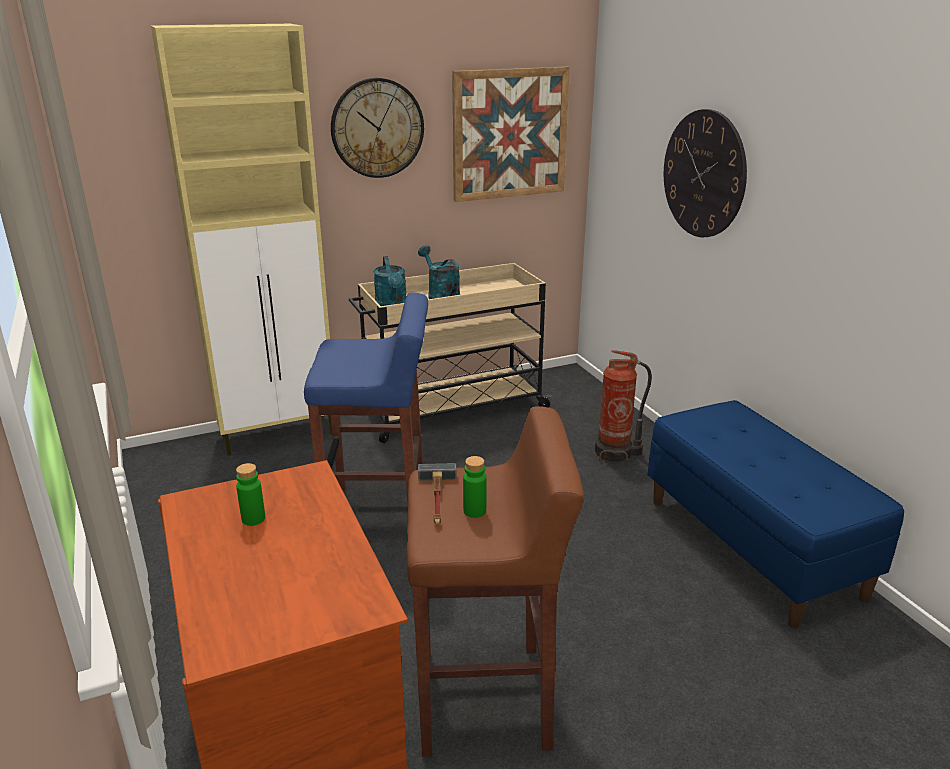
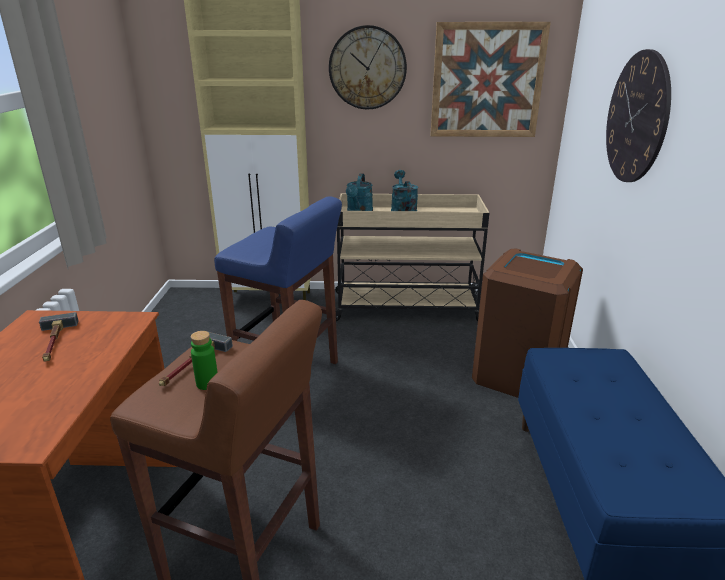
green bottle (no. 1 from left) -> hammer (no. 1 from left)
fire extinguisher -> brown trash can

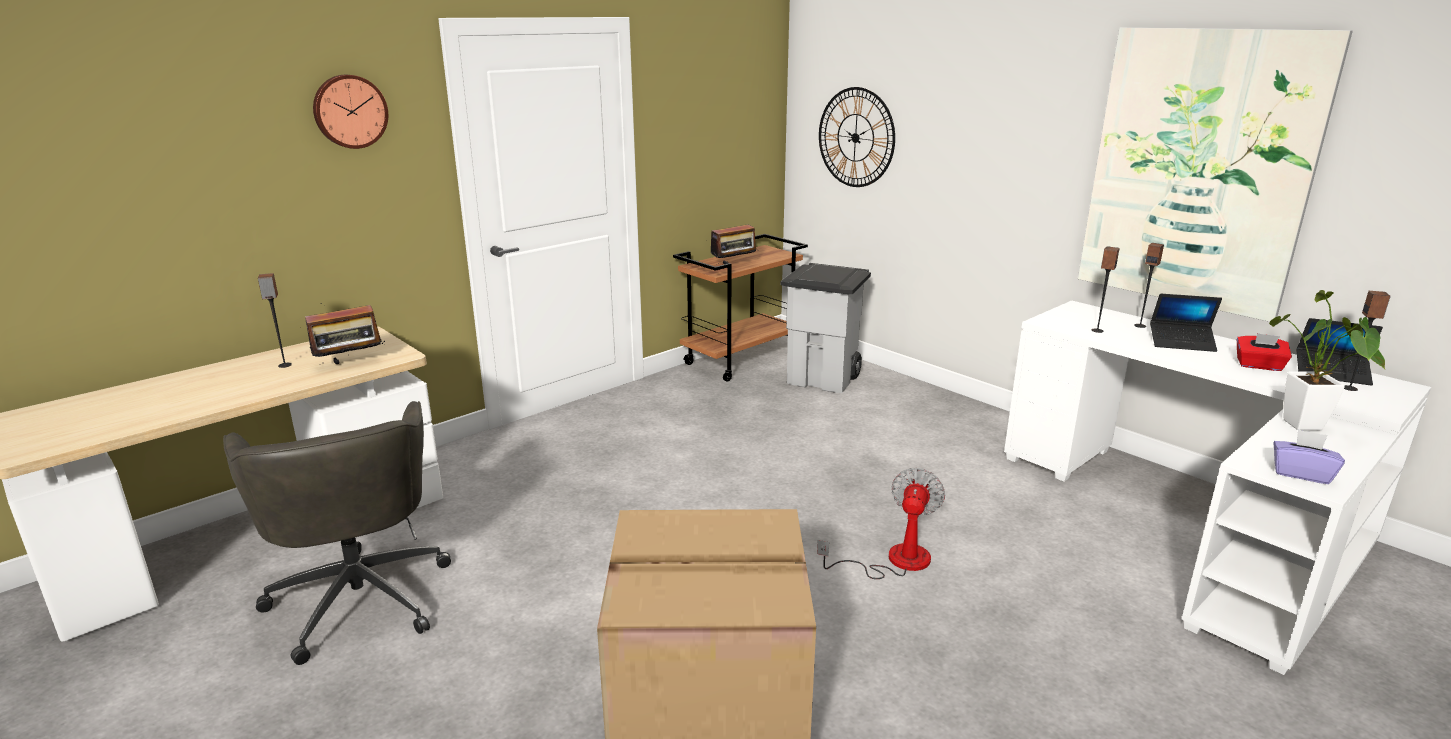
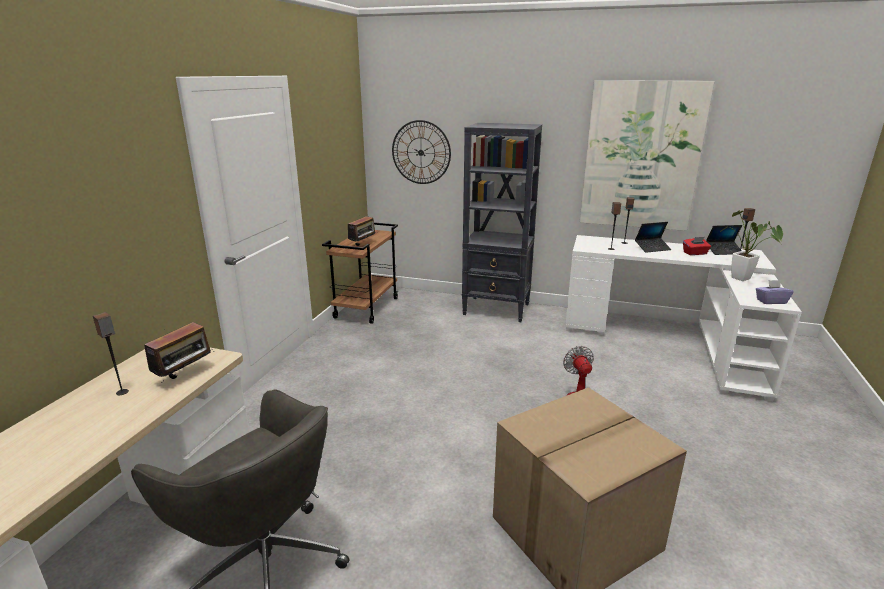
none -> black bookcase
wall clock (no. 1 from left) -> none
grey trash can -> none

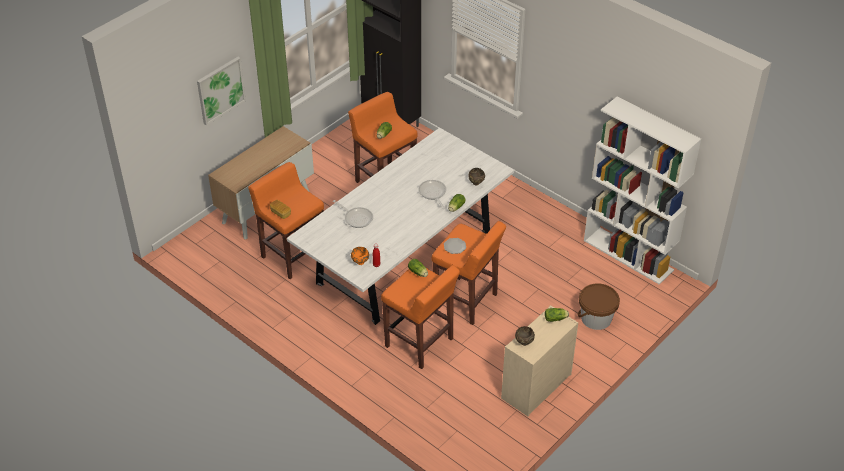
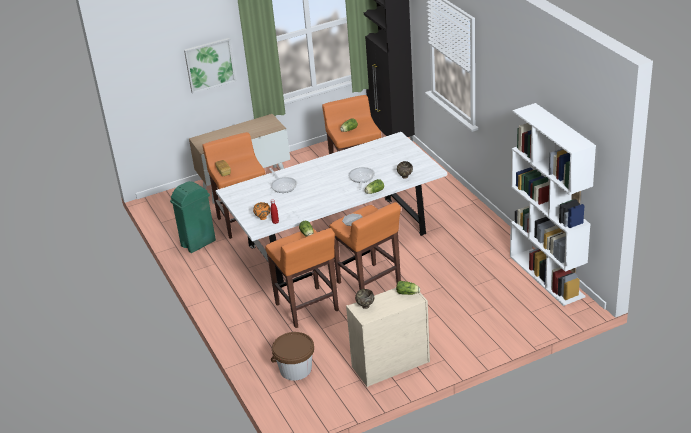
none -> green trash can
brown bucket, relocated

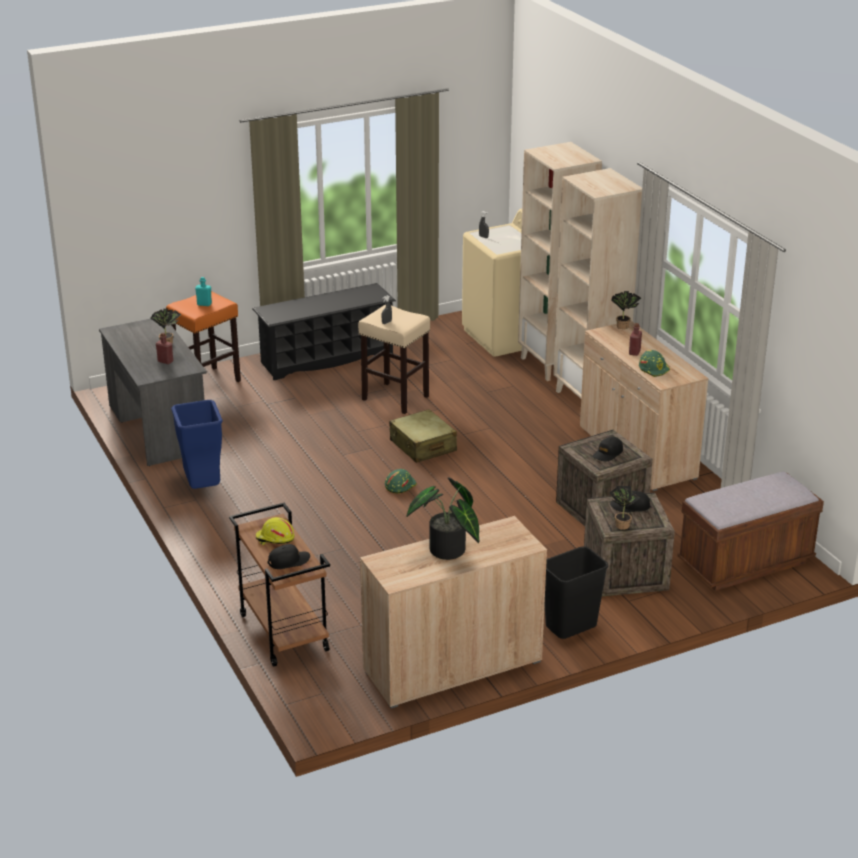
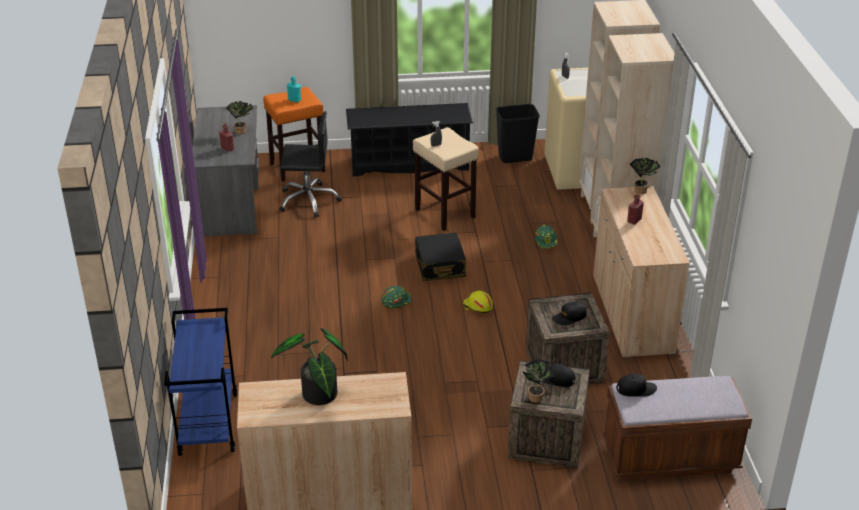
brown cart -> blue cart
none -> black office chair
beige suitcase -> black suitcase
yellow hard hat, relocated
black trash can, relocated
green hard hat (no. 2 from left), relocated
black cap (no. 1 from left in the first image) -> black cap (no. 3 from left), relocated
blue trash can -> none

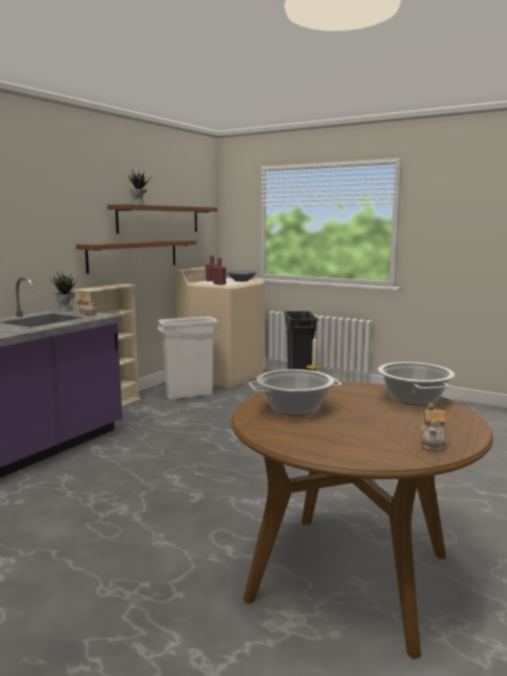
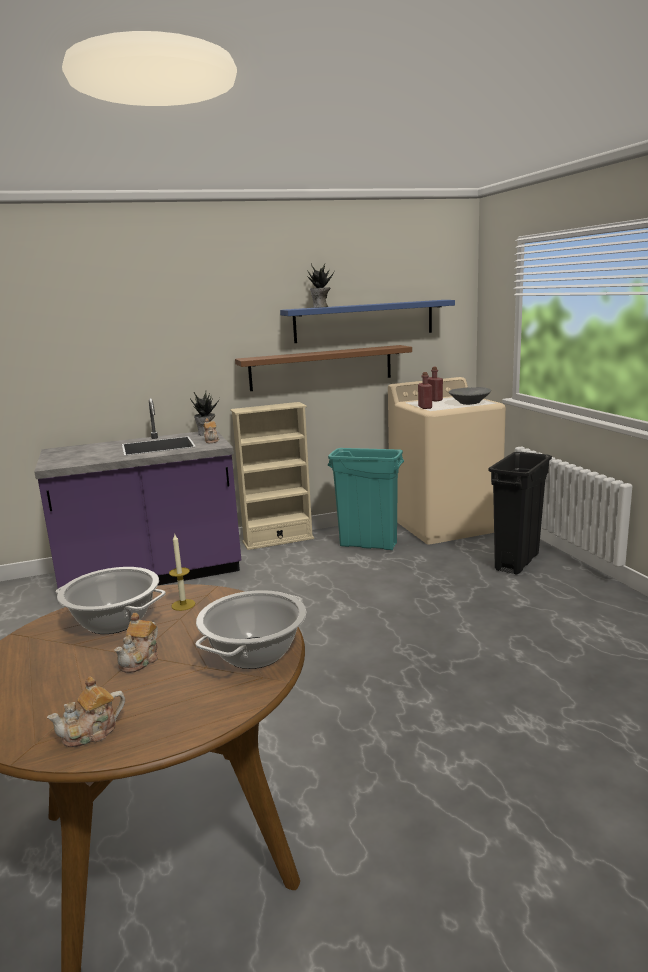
none -> teapot (no. 2 from left)
brown shelf (no. 2 from left) -> blue shelf
white trash can -> turquoise trash can

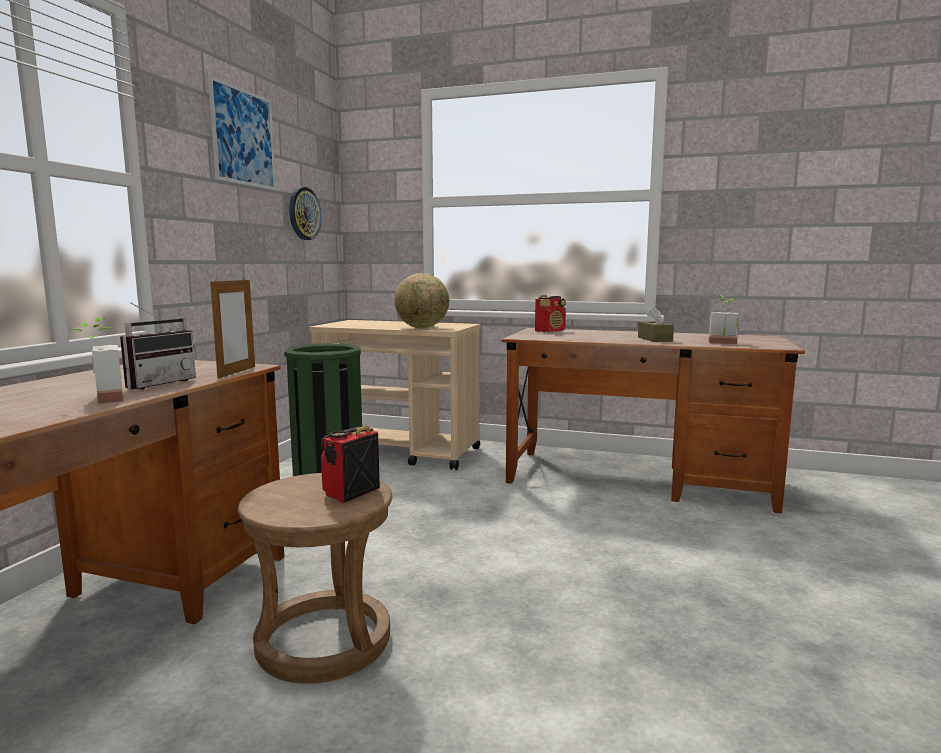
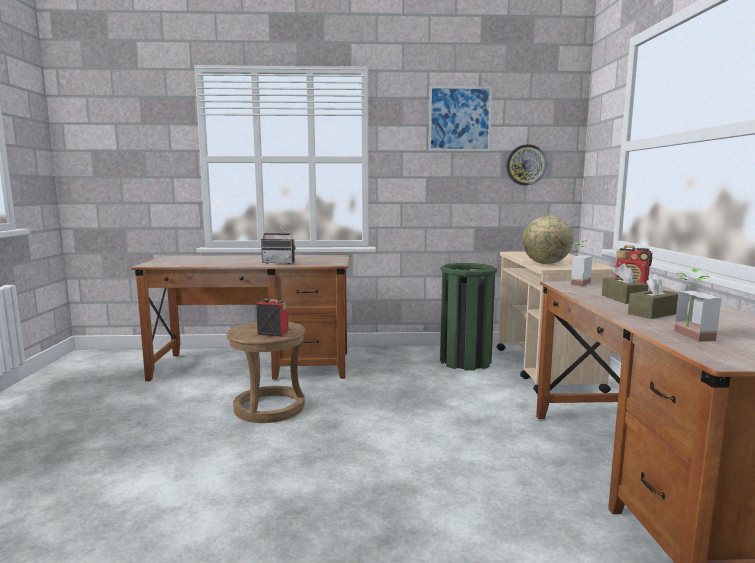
potted plant (no. 1 from left), relocated
none -> brown tissue box (no. 1 from left)
picture frame -> none

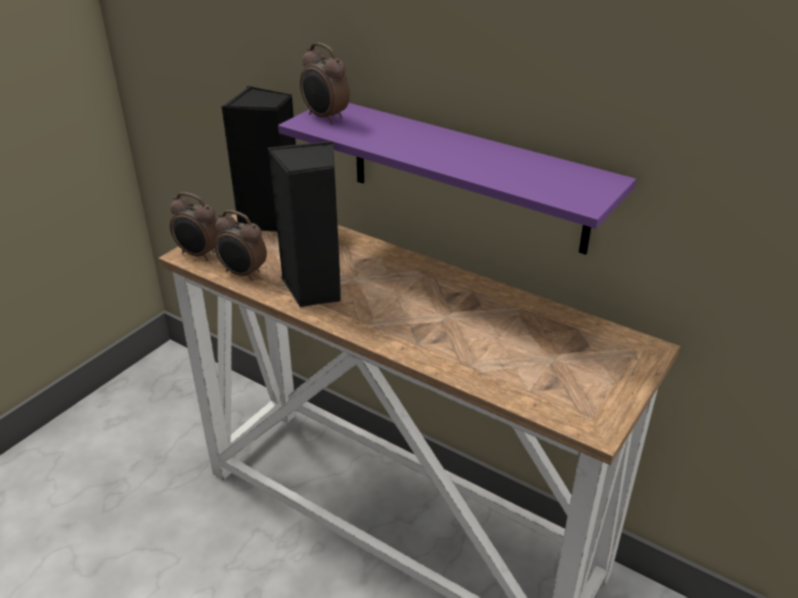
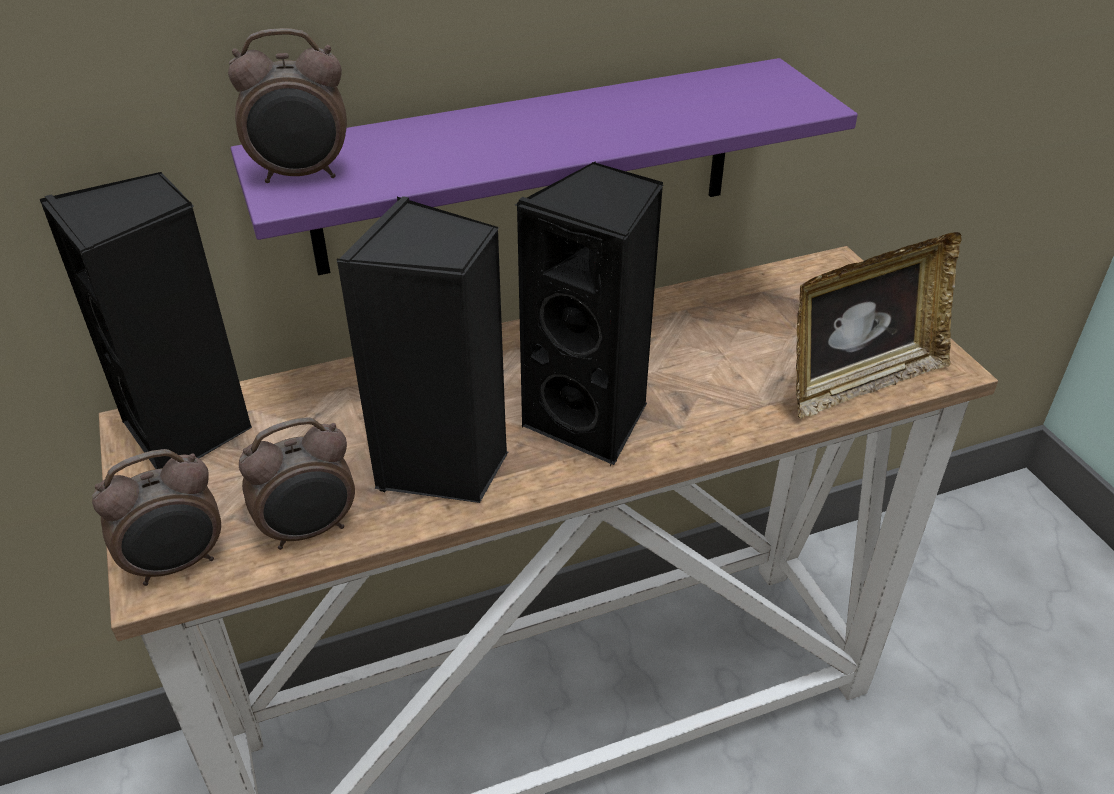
none -> black speaker (no. 3 from left)
none -> picture frame

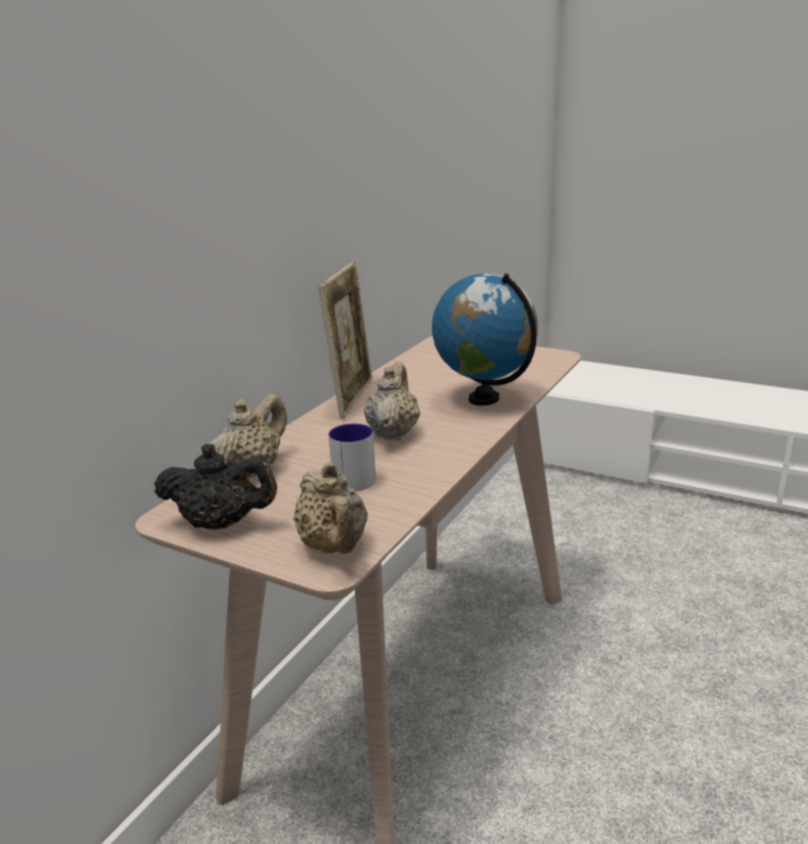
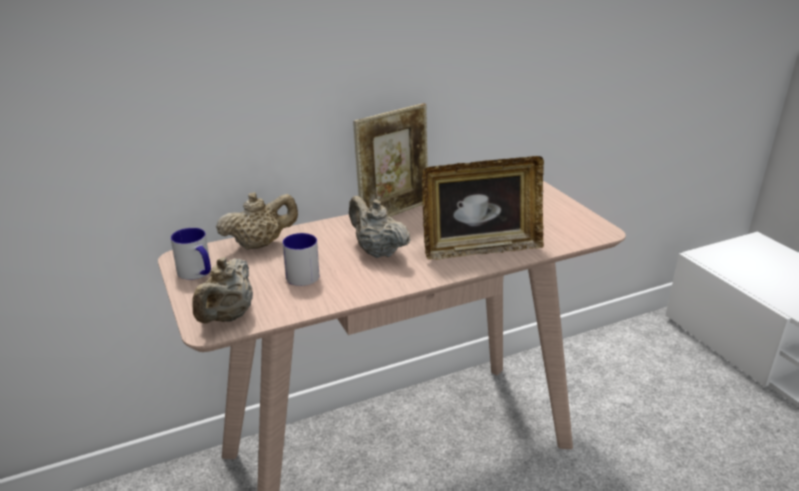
black teapot -> mug (no. 1 from left)
beige teapot (no. 3 from left), 90 degrees counterclockwise
globe -> picture frame (no. 2 from left)

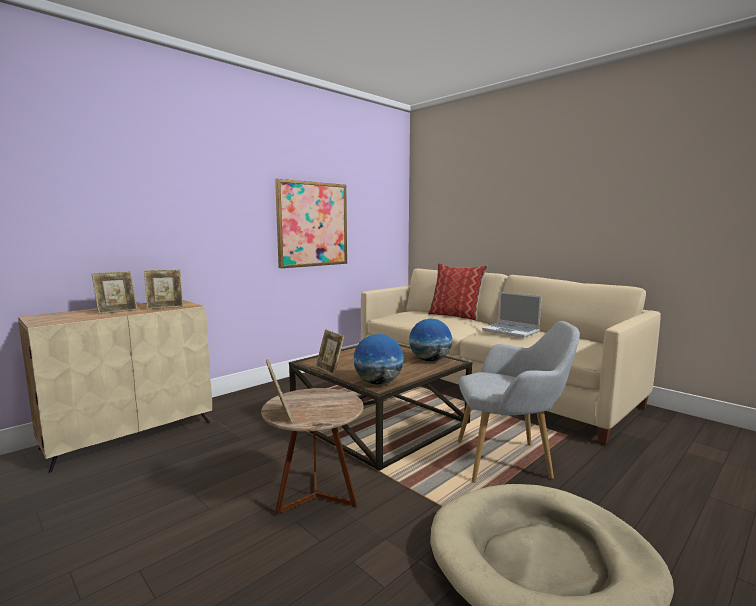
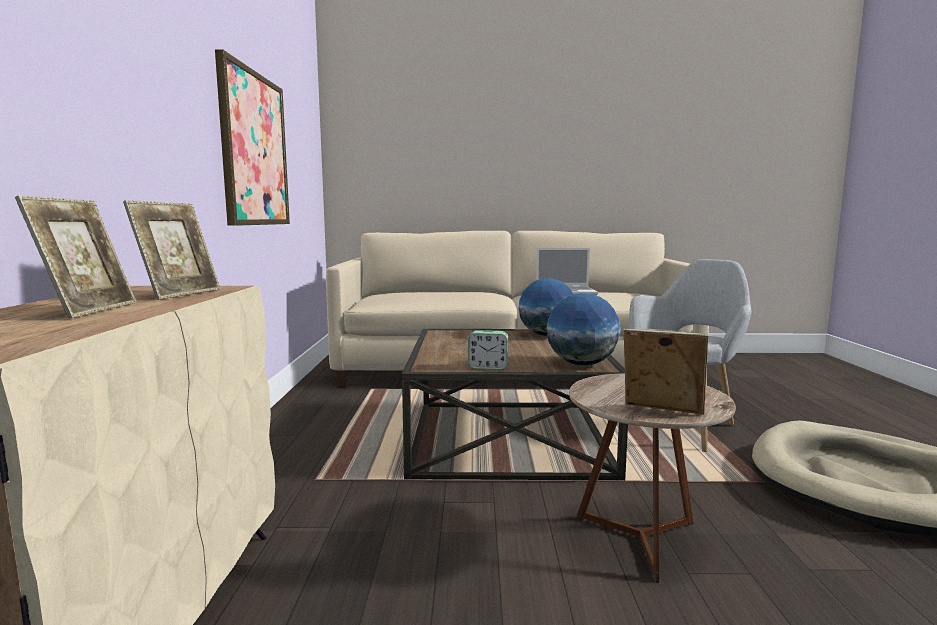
picture frame (no. 4 from left) -> alarm clock
pillow -> none

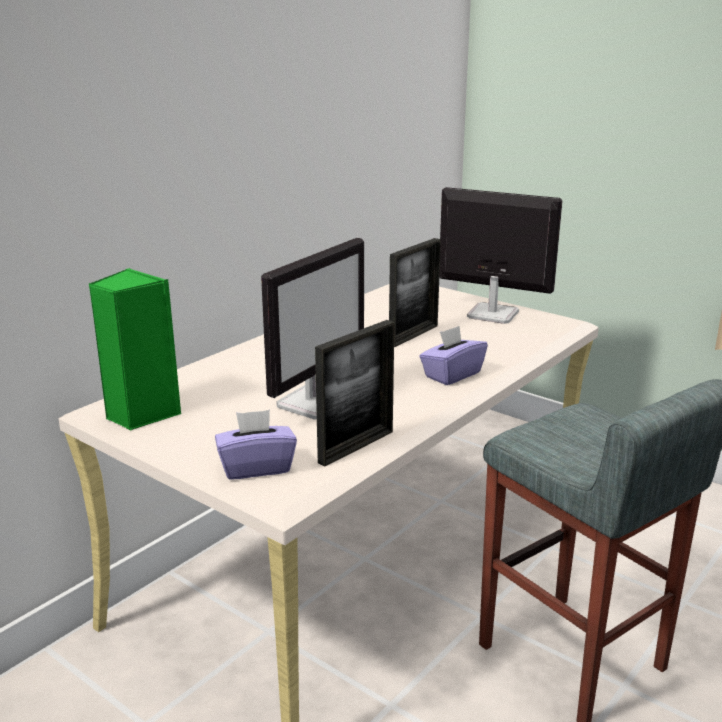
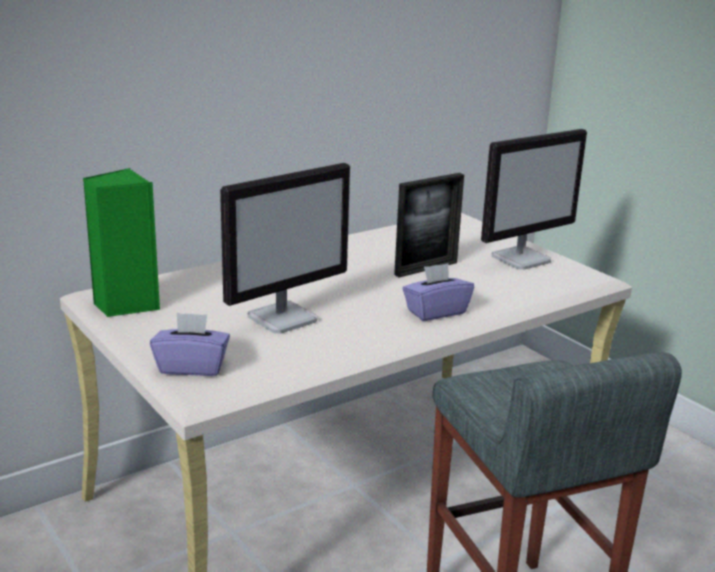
monitor (no. 2 from left), 105 degrees clockwise
picture frame (no. 1 from left) -> none

